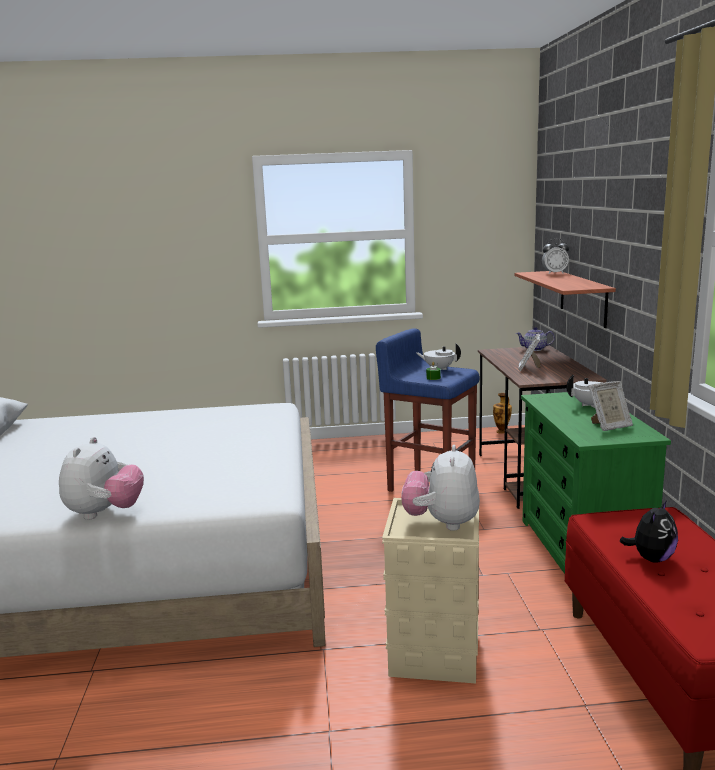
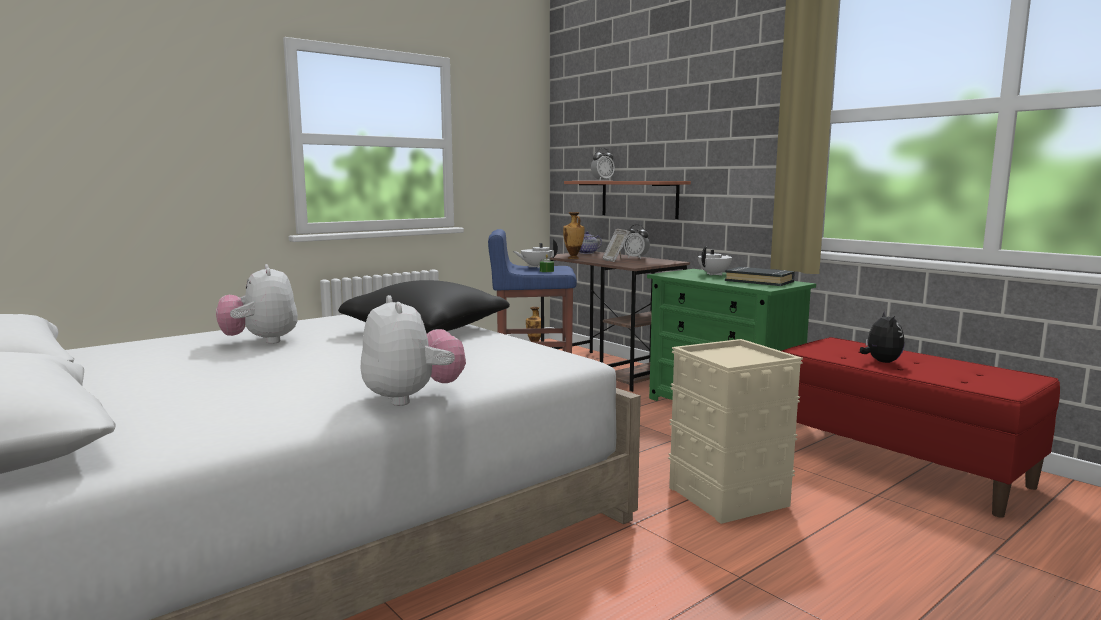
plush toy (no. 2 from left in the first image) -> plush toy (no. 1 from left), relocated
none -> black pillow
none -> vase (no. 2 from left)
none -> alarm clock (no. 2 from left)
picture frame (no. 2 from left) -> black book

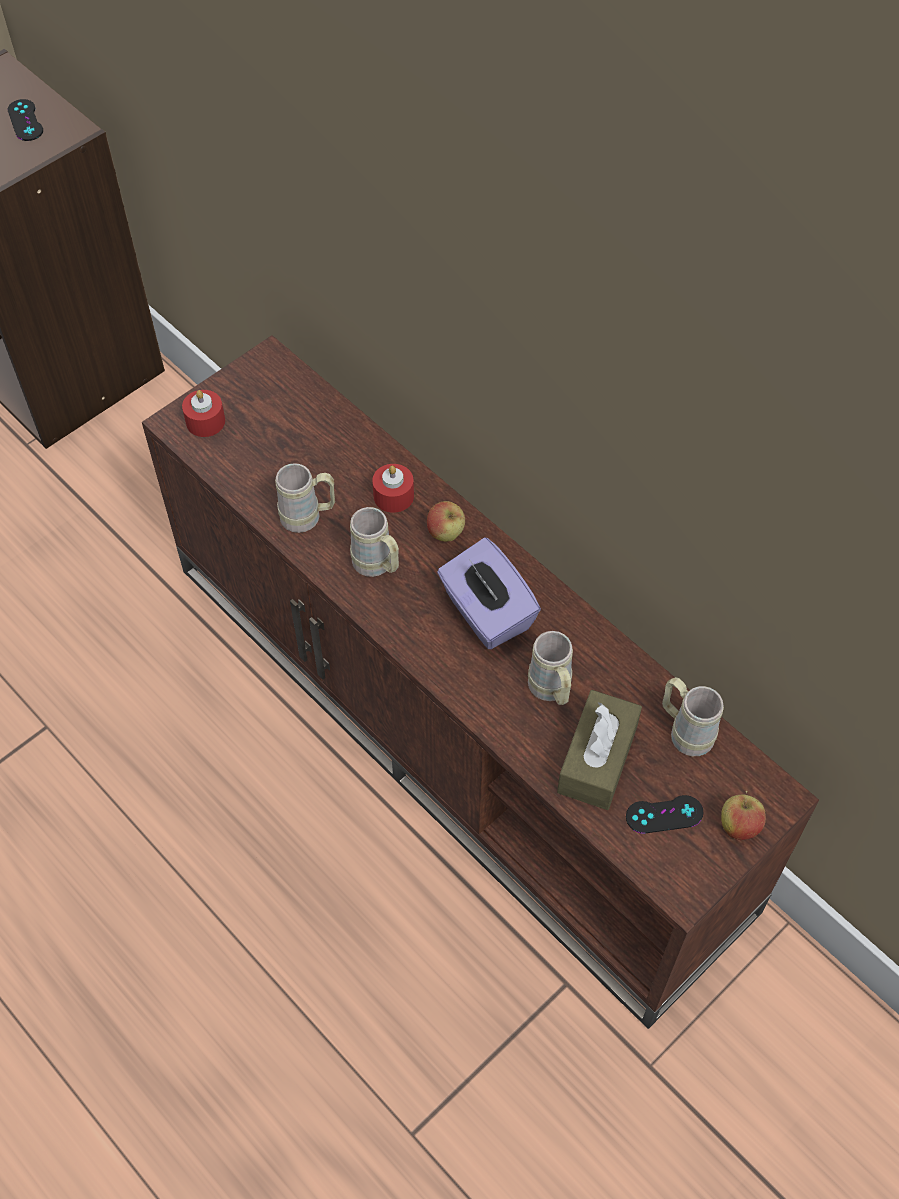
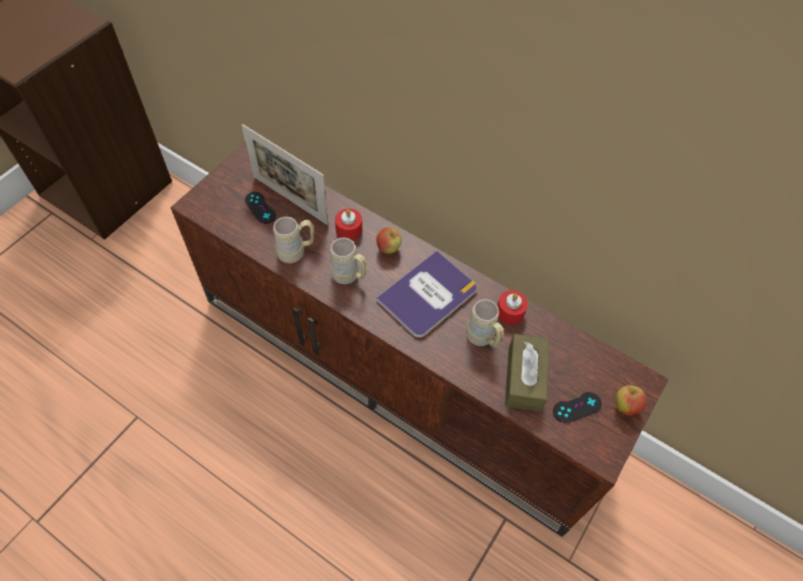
none -> picture frame
black game controller (no. 1 from left), relocated
purple tissue box -> book
red candle (no. 1 from left in the first image) -> red candle (no. 2 from left), relocated
beige mug (no. 4 from left) -> none

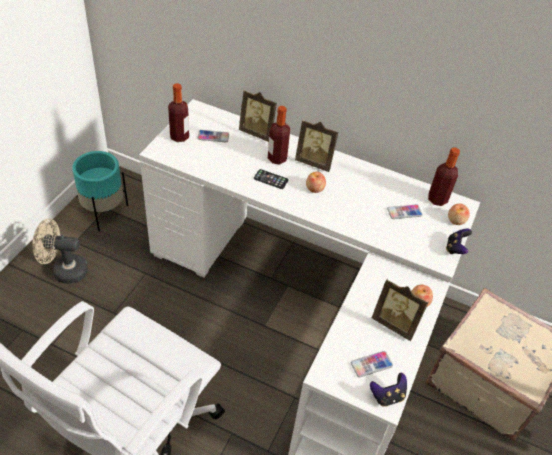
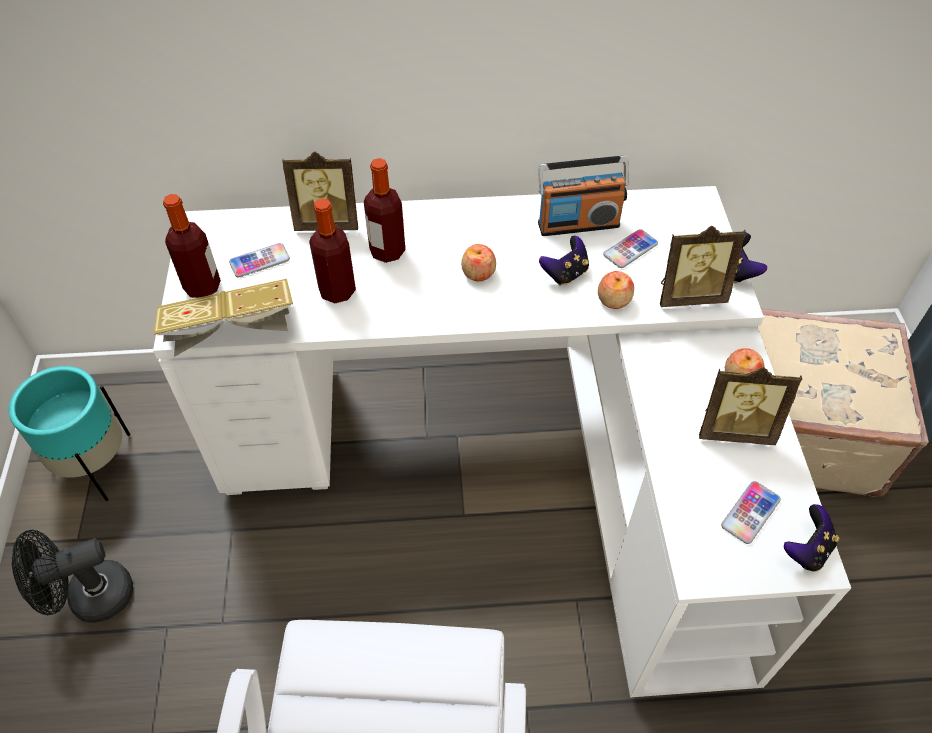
beige fan -> black fan
none -> book
bottle (no. 3 from left in the first image) -> bottle (no. 2 from left), relocated
none -> radio
none -> game controller (no. 1 from left)
apple (no. 3 from left in the first image) -> apple (no. 2 from left), relocated
picture frame (no. 2 from left), relocated
phone (no. 2 from left) -> none

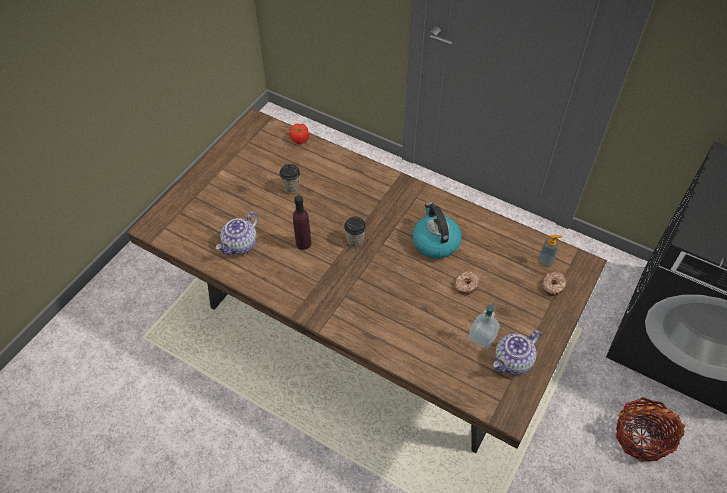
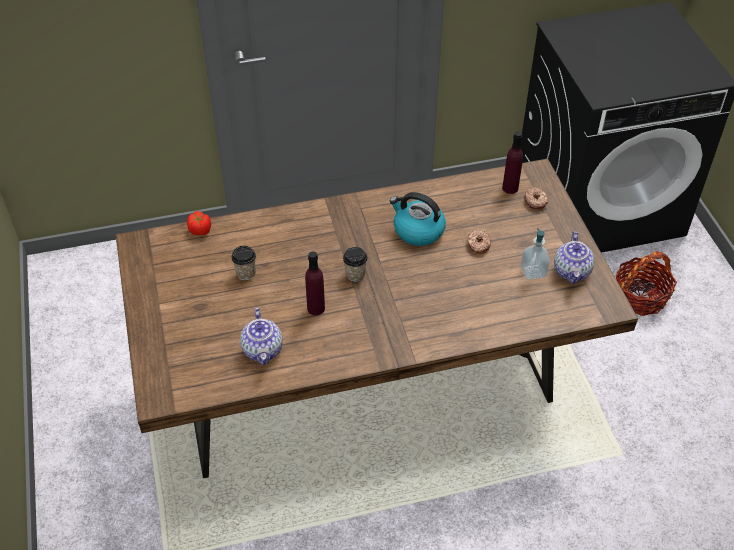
soap dispenser (no. 2 from left) -> purple bottle (no. 2 from left)

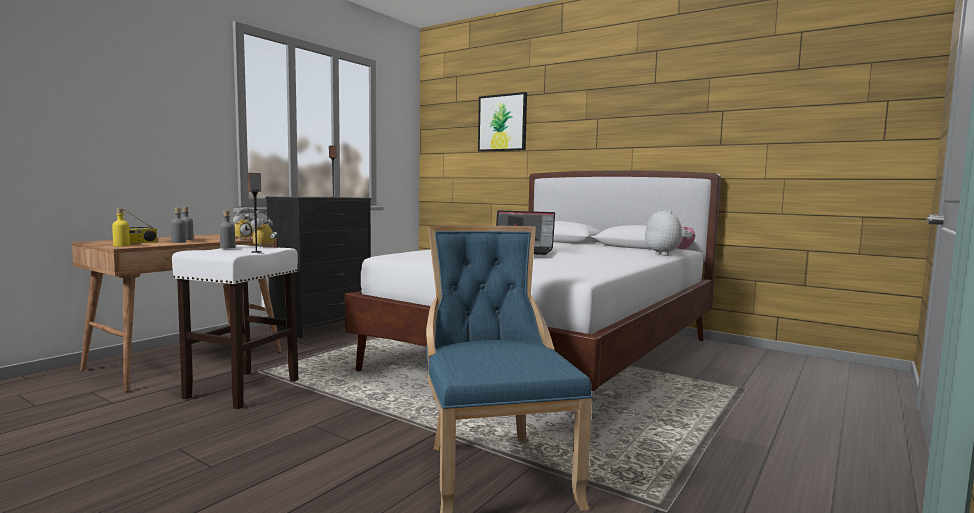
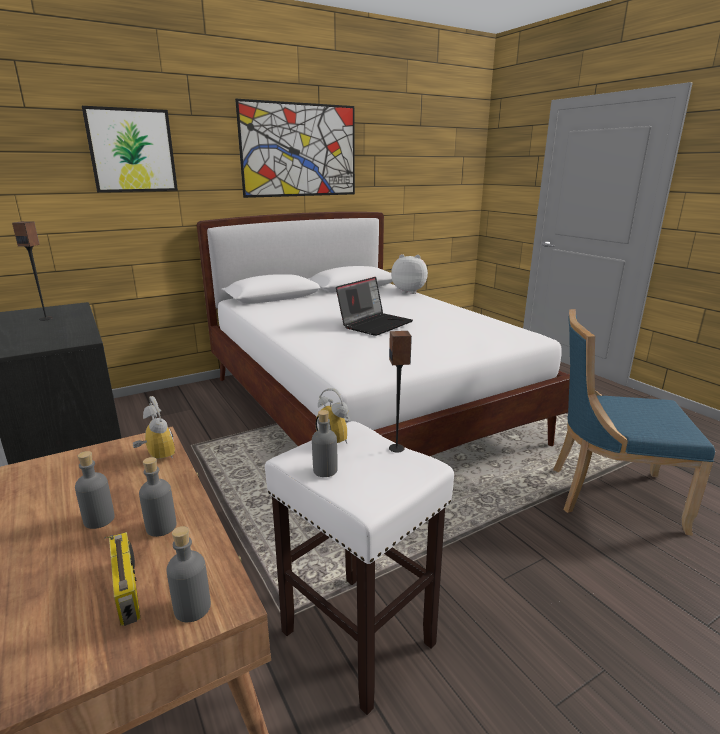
yellow bottle -> grey bottle (no. 3 from left)
none -> picture (no. 2 from left)

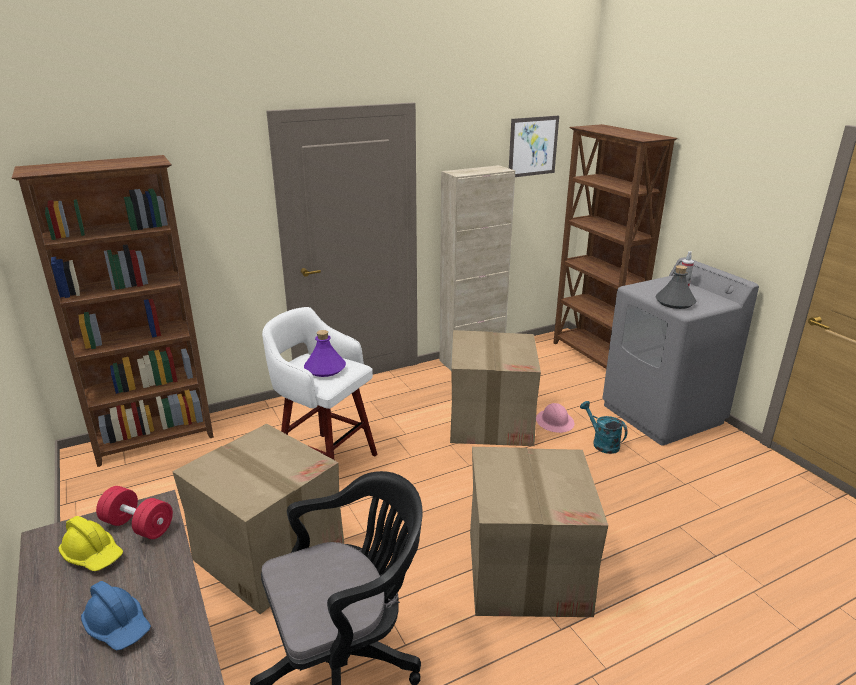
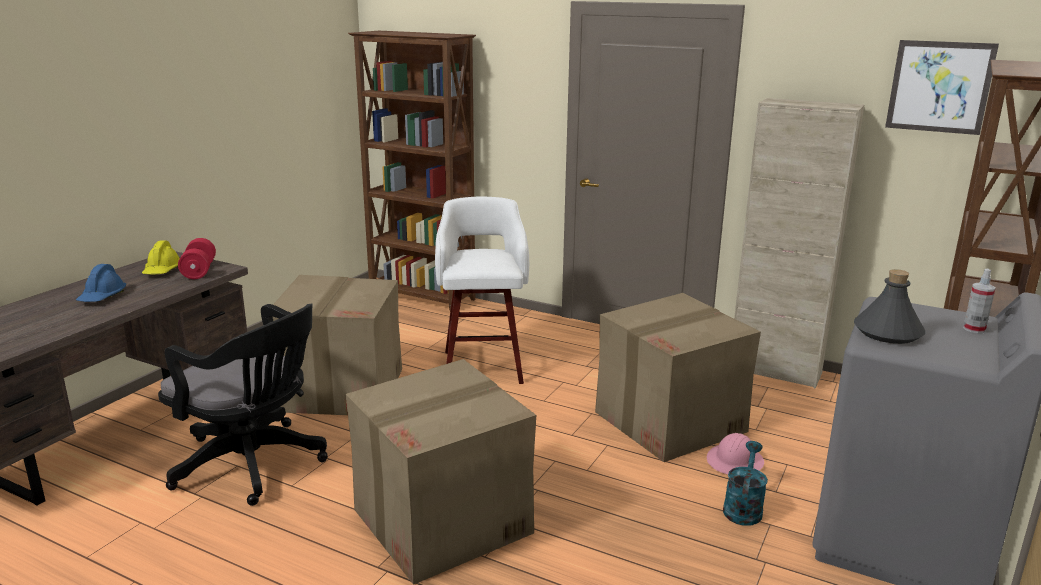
purple bottle -> none

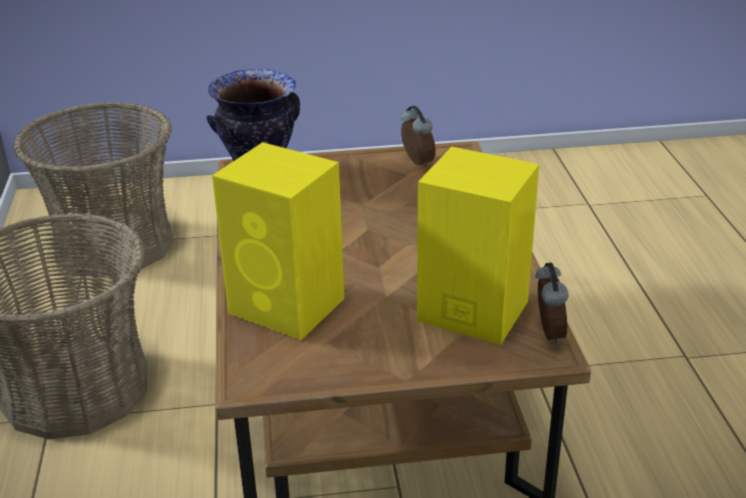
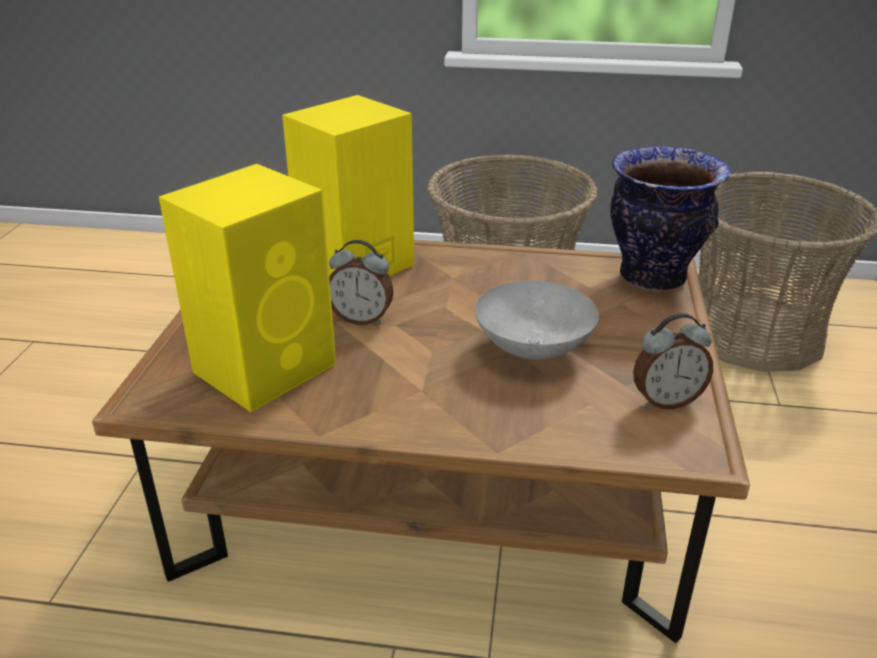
alarm clock (no. 2 from left in the first image) -> alarm clock (no. 1 from left), relocated
none -> grey bowl

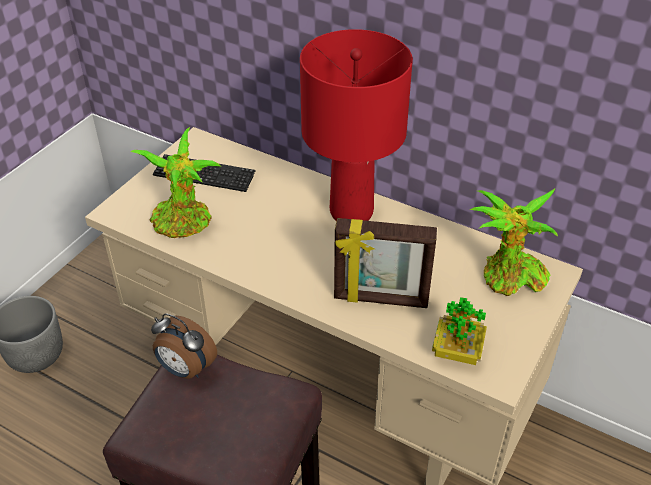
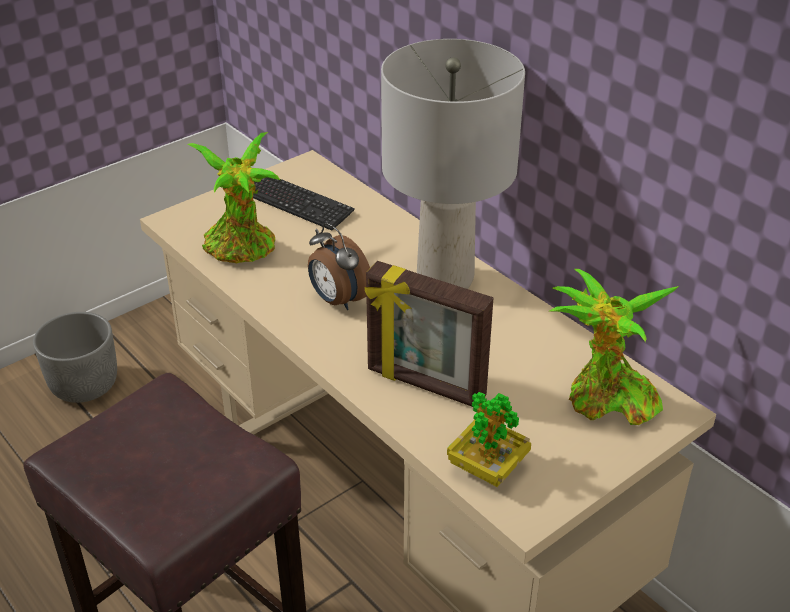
alarm clock, relocated
red table lamp -> grey table lamp

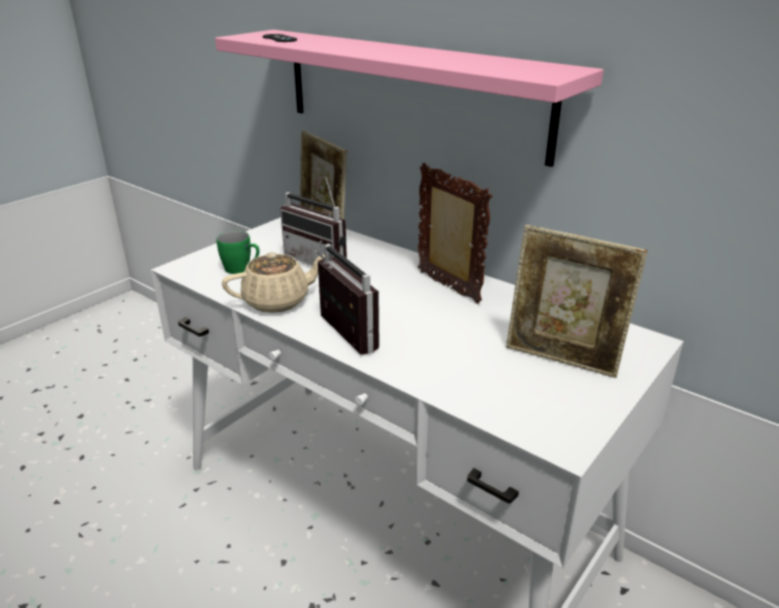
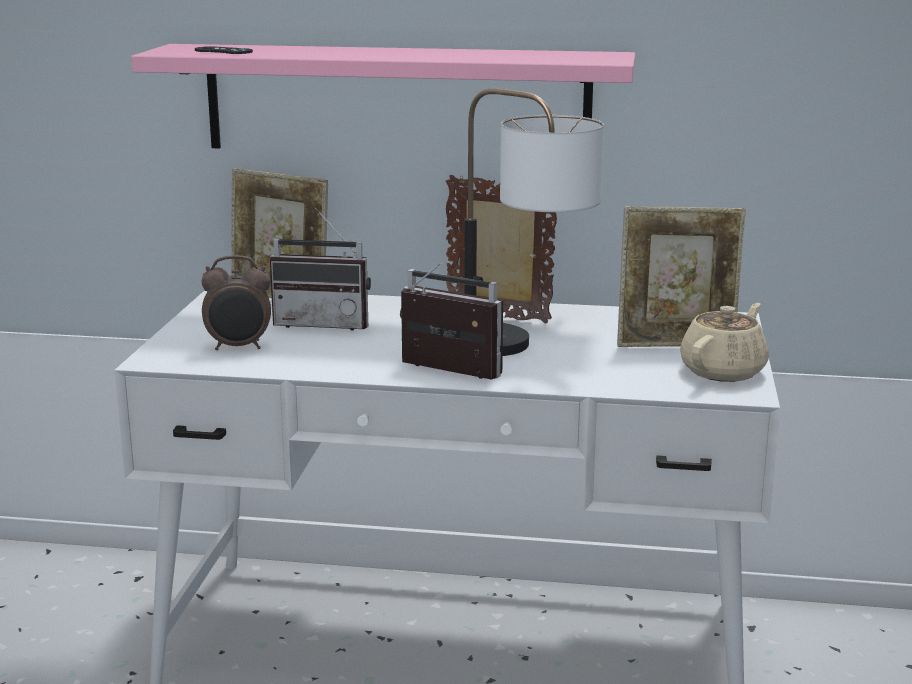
green mug -> alarm clock
none -> table lamp
beige teapot, relocated

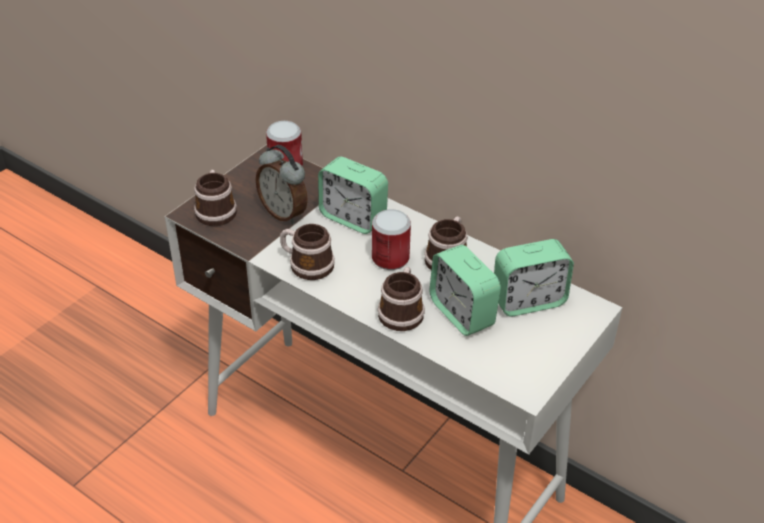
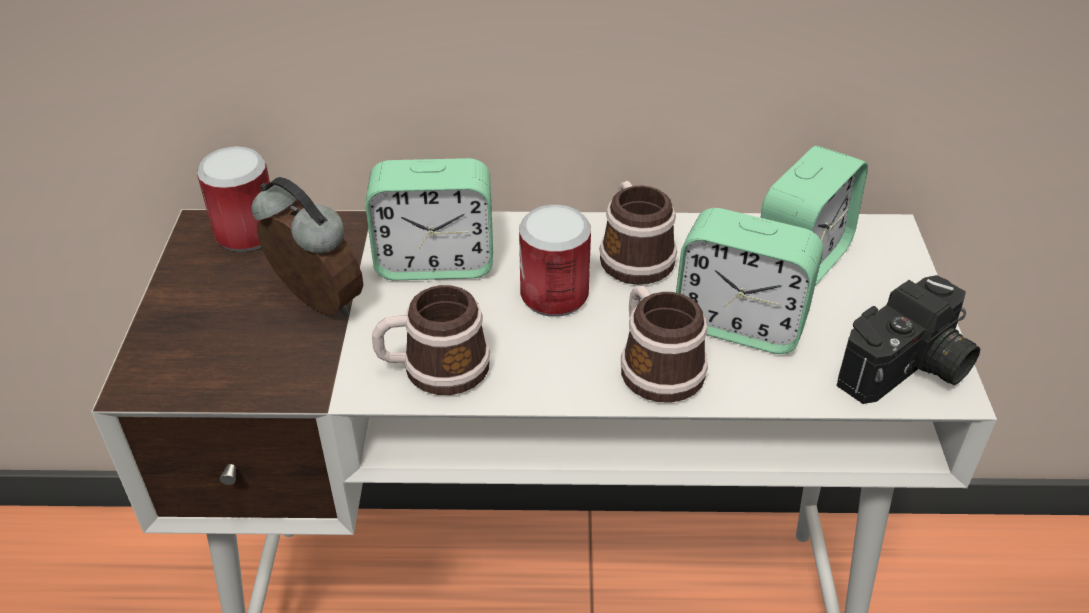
alarm clock (no. 1 from left), 150 degrees counterclockwise
none -> photo camera
mug (no. 1 from left) -> none

